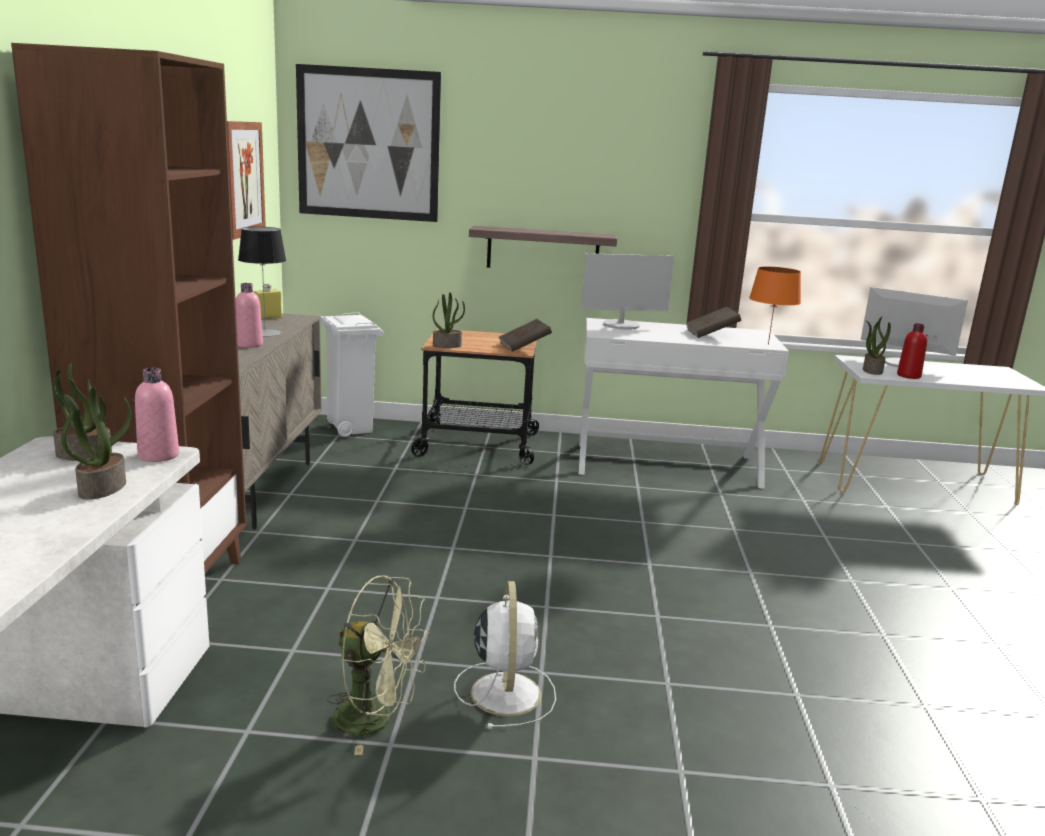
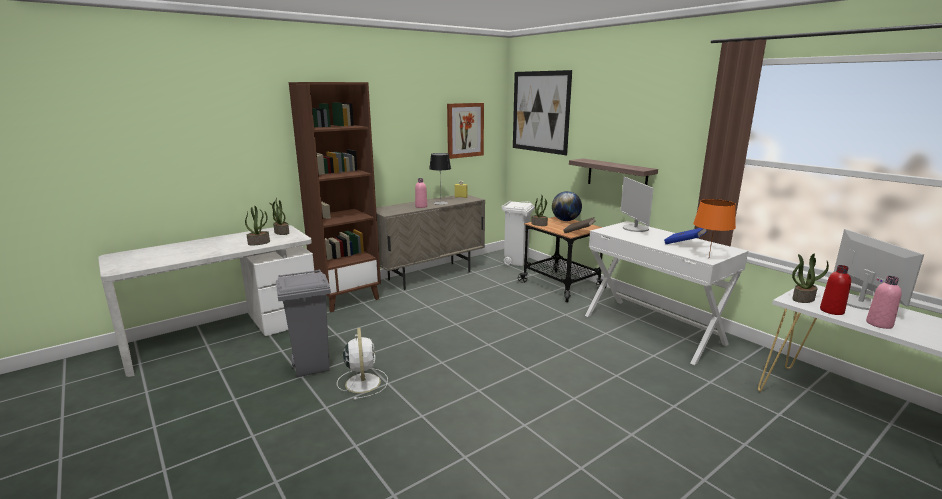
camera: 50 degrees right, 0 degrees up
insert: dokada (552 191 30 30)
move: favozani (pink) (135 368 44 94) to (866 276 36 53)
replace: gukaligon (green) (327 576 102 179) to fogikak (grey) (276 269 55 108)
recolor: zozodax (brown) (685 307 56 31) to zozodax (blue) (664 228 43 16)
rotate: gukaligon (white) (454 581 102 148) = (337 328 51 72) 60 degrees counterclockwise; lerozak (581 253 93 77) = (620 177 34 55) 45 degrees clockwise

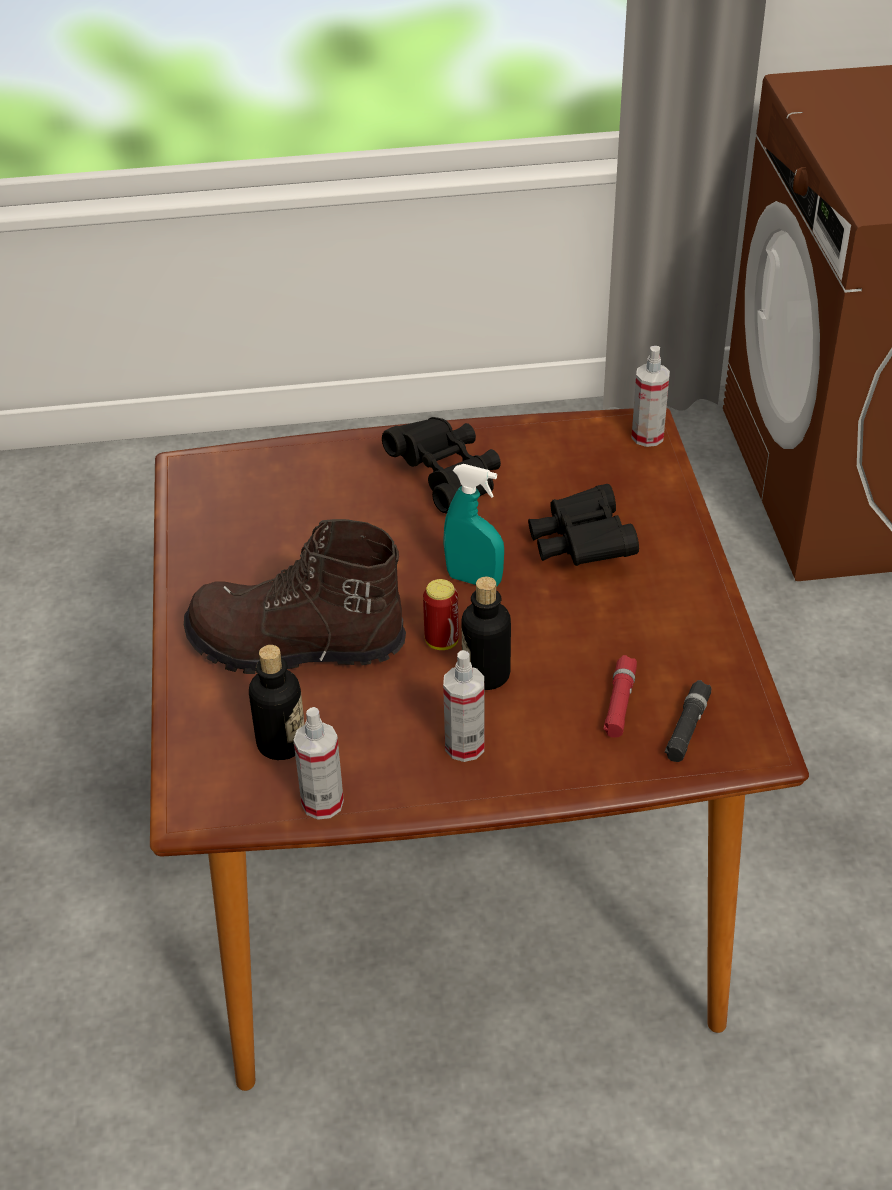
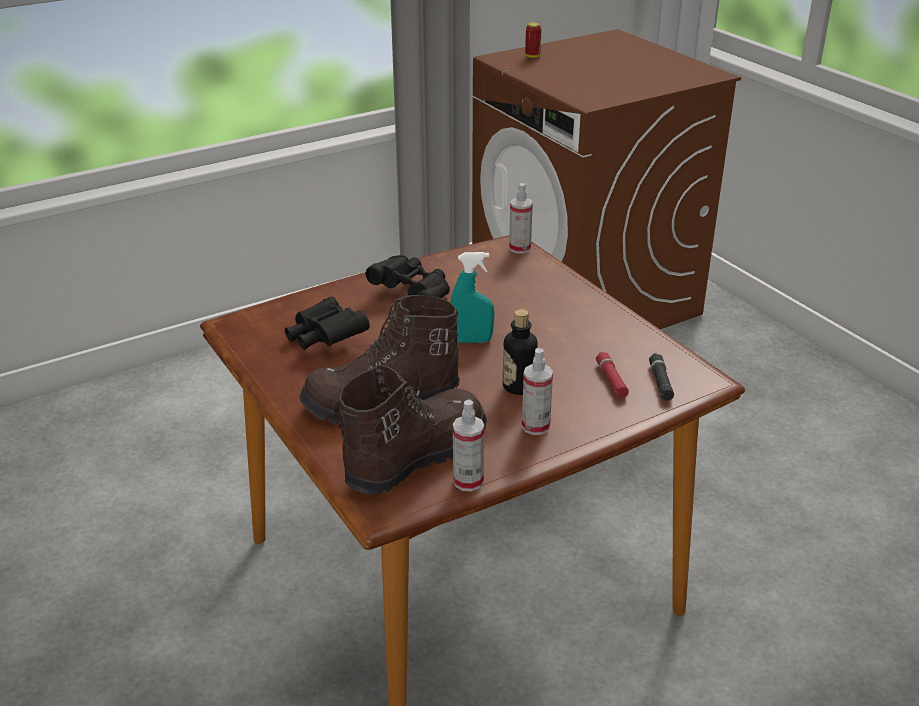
camera: 25 degrees left, 10 degrees down
move: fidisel (423 579 36 71) to (525 22 17 36); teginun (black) (528 484 111 82) to (285 296 85 54)
replace: favozani (249 645 56 115) to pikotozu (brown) (333 365 154 129)

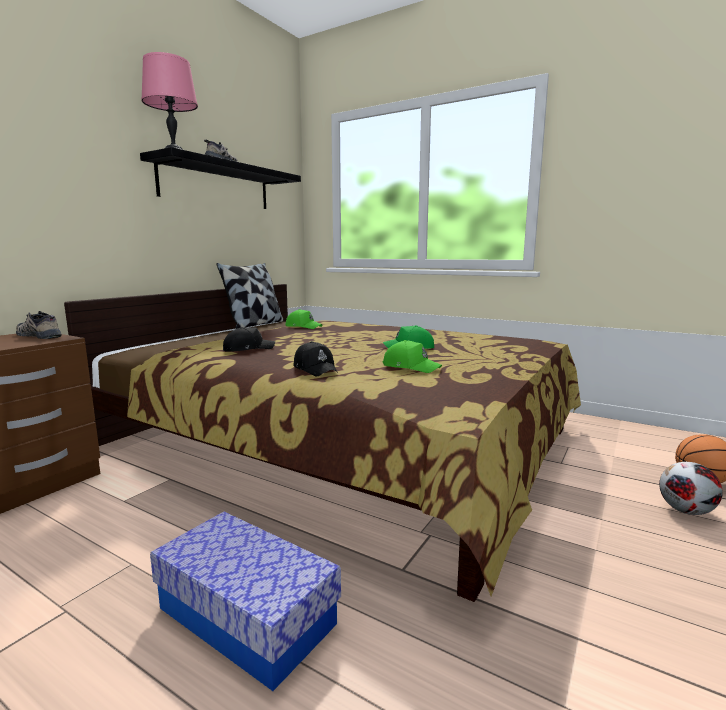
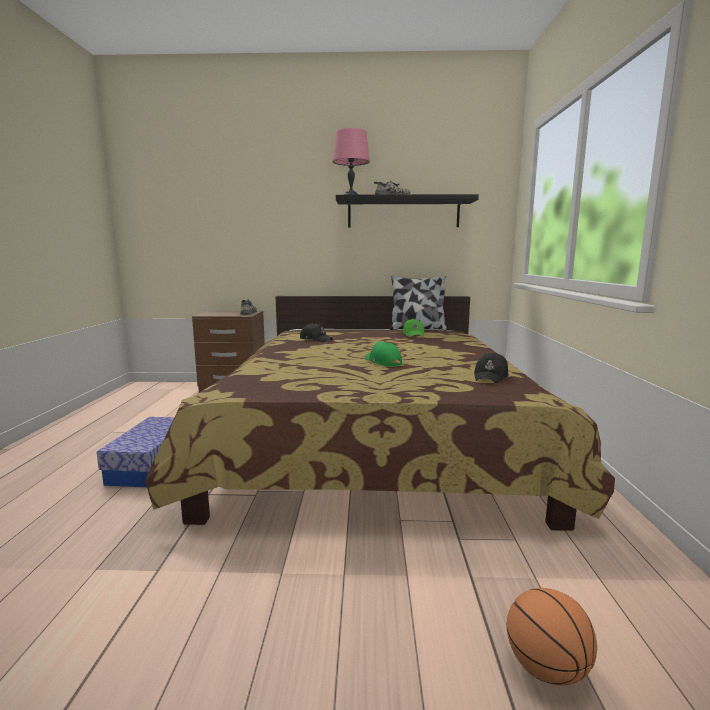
camera: 60 degrees right, 0 degrees up
delete: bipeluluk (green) (383 340 59 33); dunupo (659 462 64 53)
move: bipeluluk (black) (293 341 45 35) to (474 352 34 31)

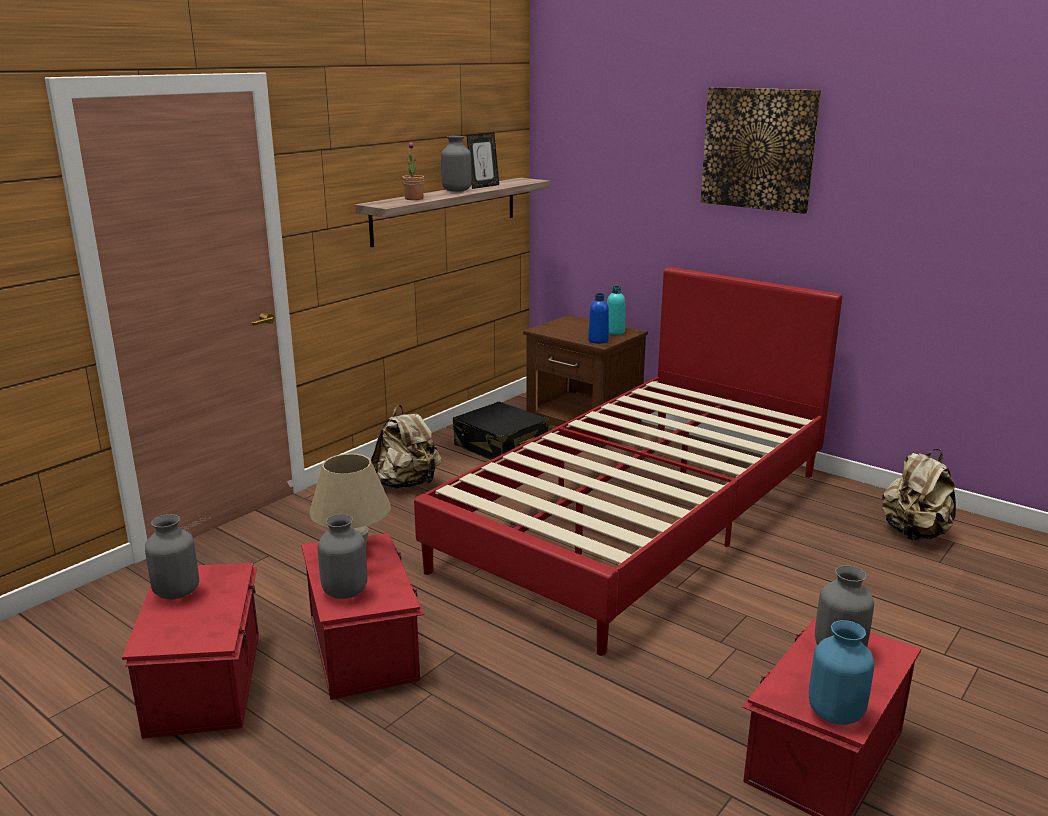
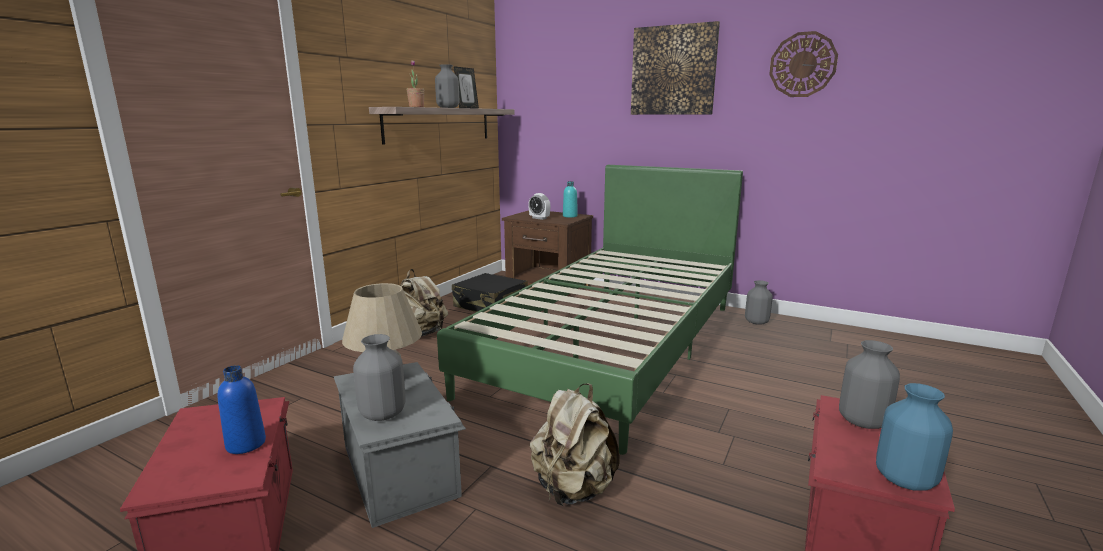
camera: 10 degrees left, 5 degrees down
insert: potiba (528 193 22 27); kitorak (769 31 69 66)
move: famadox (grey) (145 514 54 85) to (745 280 28 45); favozani (blue) (588 293 21 51) to (217 365 49 89); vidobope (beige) (882 449 74 91) to (530 384 90 122)
recolor: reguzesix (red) (301 533 123 167) to reguzesix (grey) (334 362 132 166); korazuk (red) (414 267 429 389) to korazuk (green) (437 165 306 290)

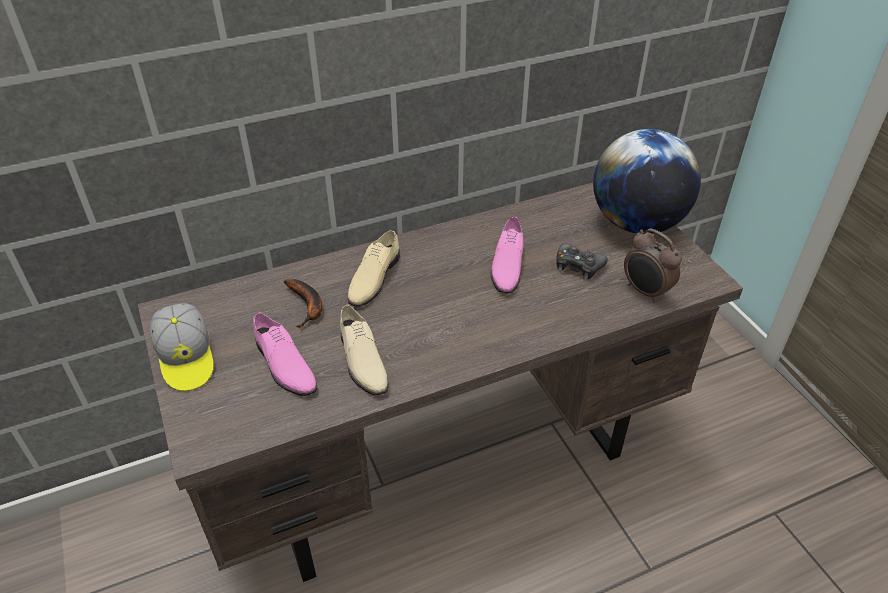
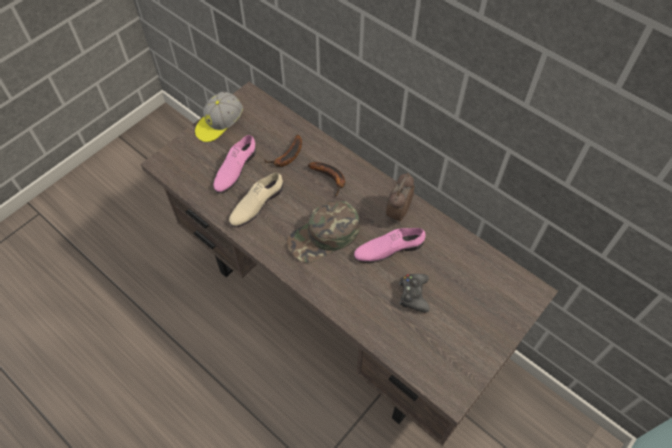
camera: 65 degrees right, 15 degrees up
delete: dokada (593 129 108 105)
insert: bipeluluk (green) (287 201 73 62)
move: potiba (624 229 58 74) to (386 173 28 49)
replace: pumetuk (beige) (348 230 52 77) to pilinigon (308 162 37 34)

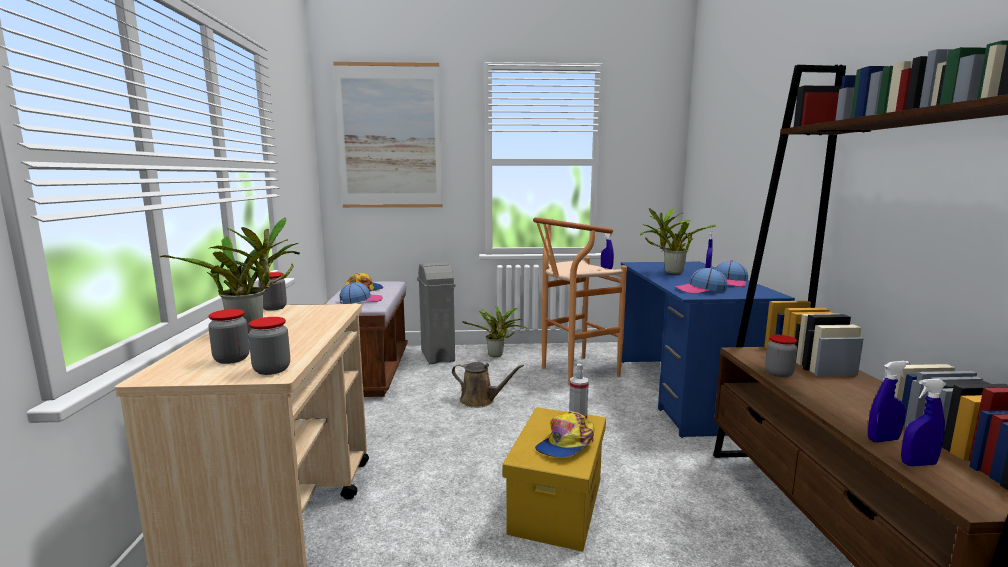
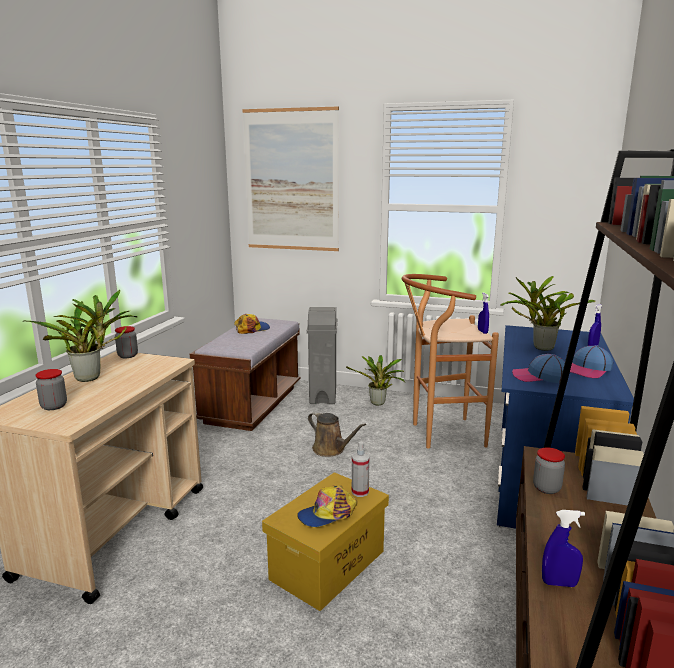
camera: 20 degrees right, 5 degrees up
delete: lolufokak (248 317 42 58); bipeluluk (339 282 44 22); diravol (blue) (901 379 46 88)

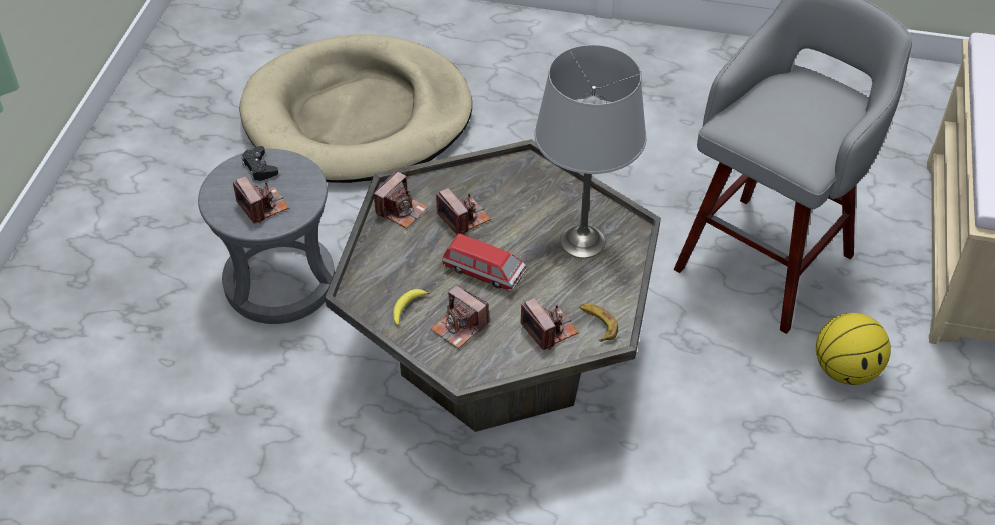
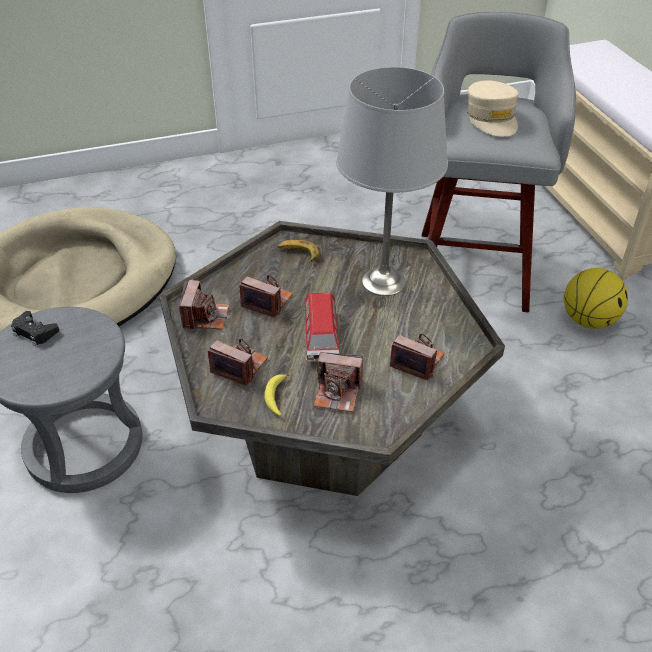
camera: 30 degrees left, 5 degrees down
insert: bipeluluk (beige) (467 80 52 57)
move: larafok (233 176 56 48) to (208 338 60 48); pilinigon (580 304 38 38) to (278 240 42 22)
rotate: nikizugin (442 233 84 58) = (303 293 39 69) 90 degrees clockwise

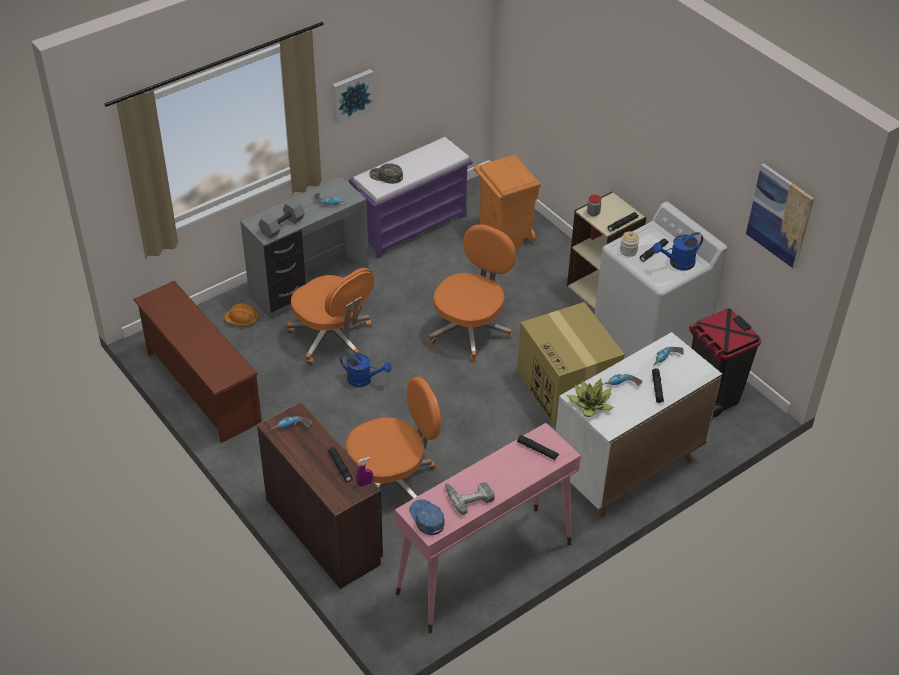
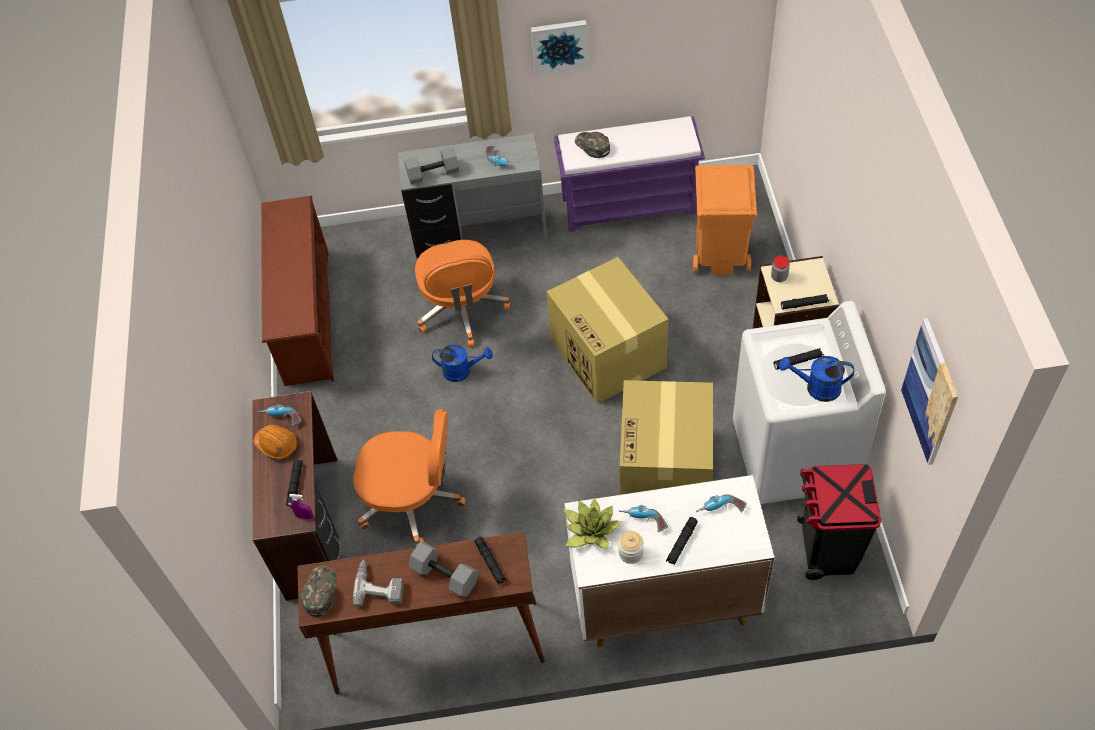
camera: 35 degrees right, 10 degrees up
insert: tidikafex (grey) (409 542 70 55)
move: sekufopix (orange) (224 303 34 23) to (254 425 44 34); lolufokak (620 231 19 26) to (618 531 26 33)
replace: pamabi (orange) (428 225 88 136) to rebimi (547 257 121 147)
recolor: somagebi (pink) (395 423 186 210) to somagebi (brown) (298 532 247 162); bipeluluk (blue) (409 499 36 36) to bipeluluk (green) (300 566 37 51)
rotate: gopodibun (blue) (340 353 52 34) = (432 345 61 37) 45 degrees counterclockwise

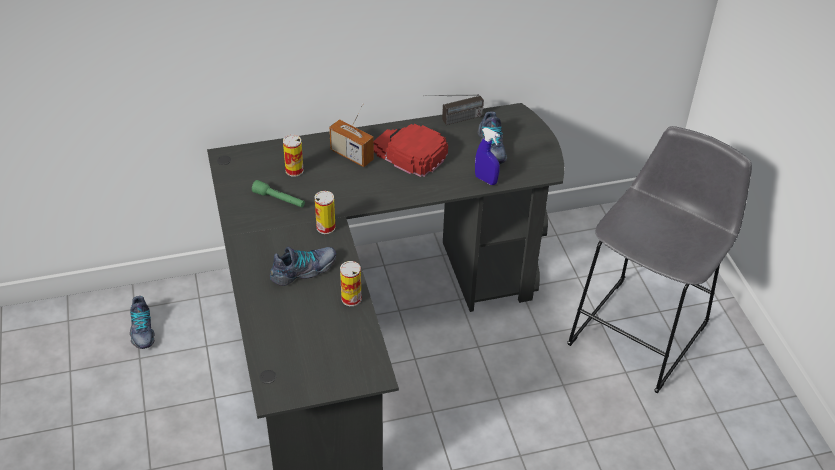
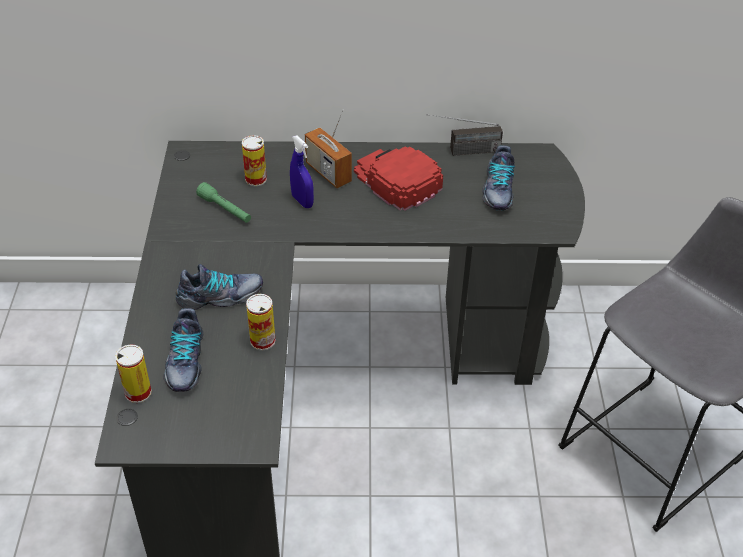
camera: 15 degrees right, 0 degrees up
move: pumetuk (130 296 25 53) to (163 308 40 84); fidisel (315 191 21 43) to (115 344 37 59); diravol (blue) (475 128 25 57) to (290 135 24 73)

